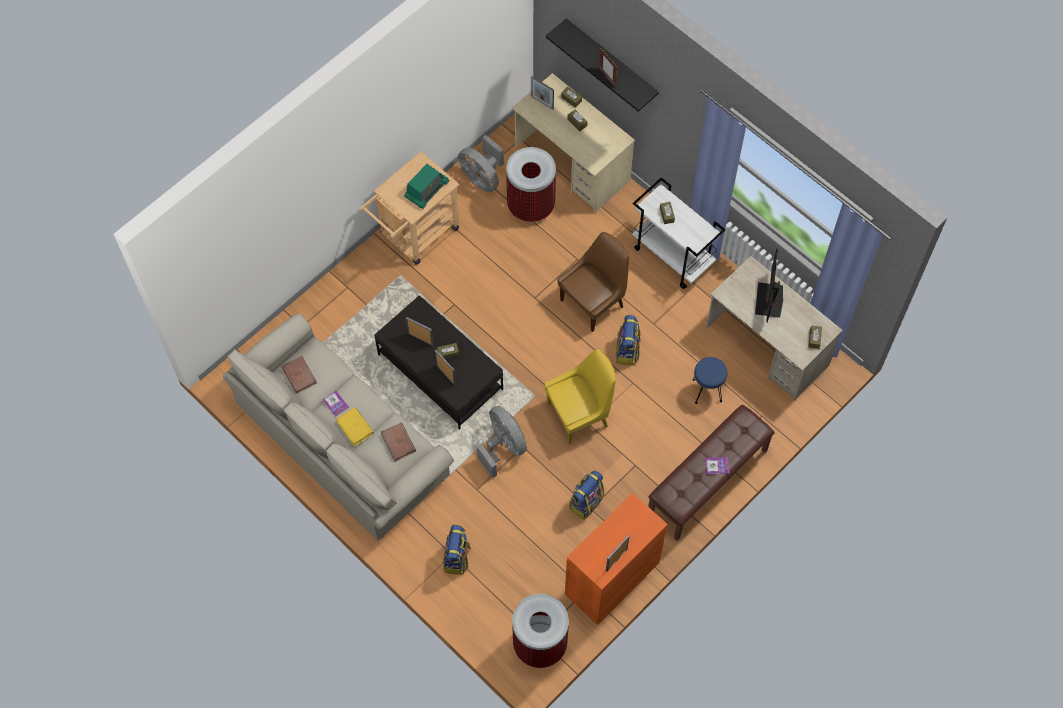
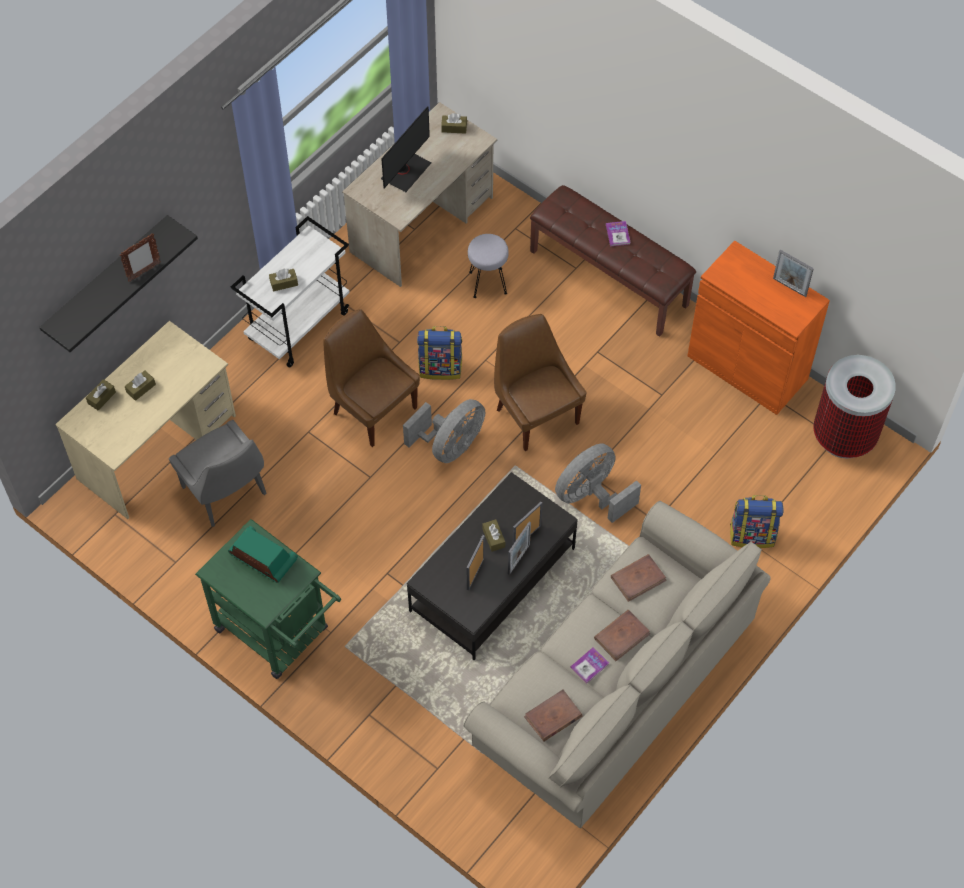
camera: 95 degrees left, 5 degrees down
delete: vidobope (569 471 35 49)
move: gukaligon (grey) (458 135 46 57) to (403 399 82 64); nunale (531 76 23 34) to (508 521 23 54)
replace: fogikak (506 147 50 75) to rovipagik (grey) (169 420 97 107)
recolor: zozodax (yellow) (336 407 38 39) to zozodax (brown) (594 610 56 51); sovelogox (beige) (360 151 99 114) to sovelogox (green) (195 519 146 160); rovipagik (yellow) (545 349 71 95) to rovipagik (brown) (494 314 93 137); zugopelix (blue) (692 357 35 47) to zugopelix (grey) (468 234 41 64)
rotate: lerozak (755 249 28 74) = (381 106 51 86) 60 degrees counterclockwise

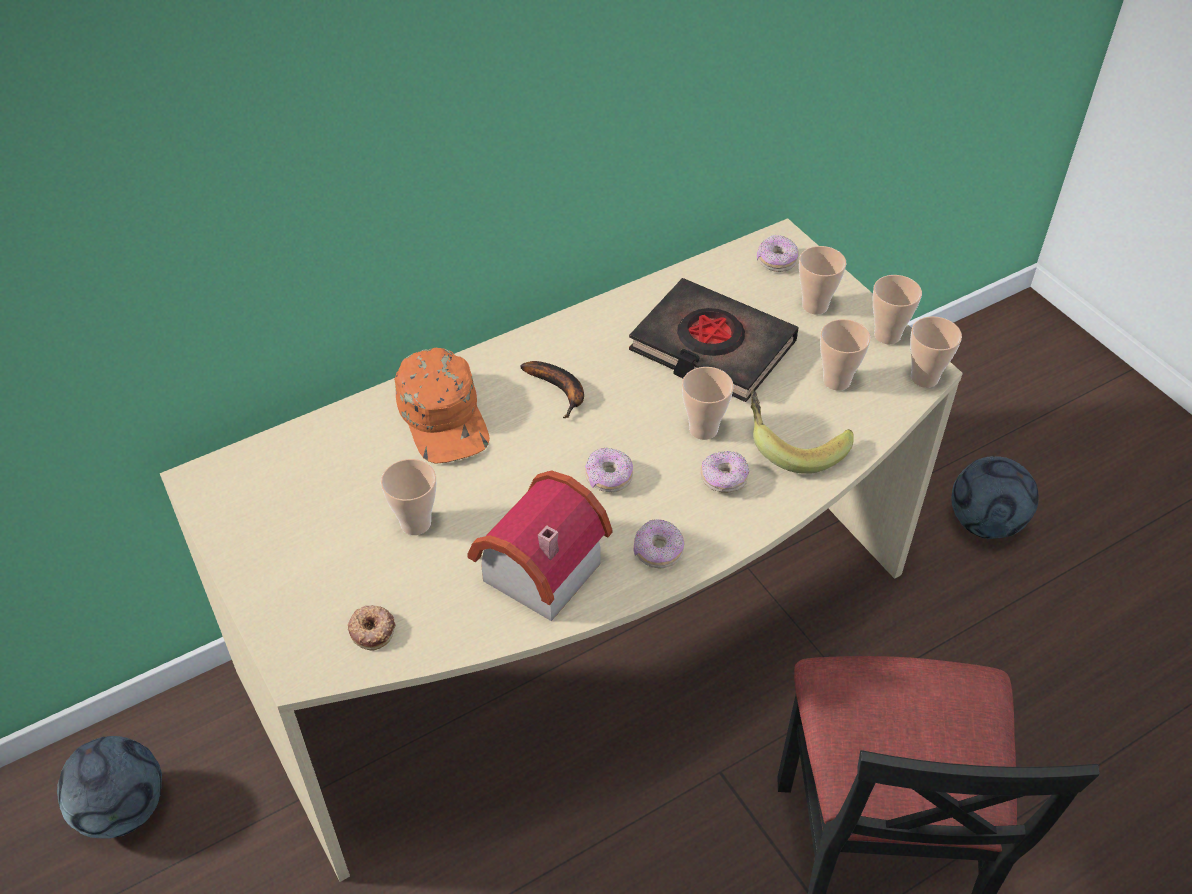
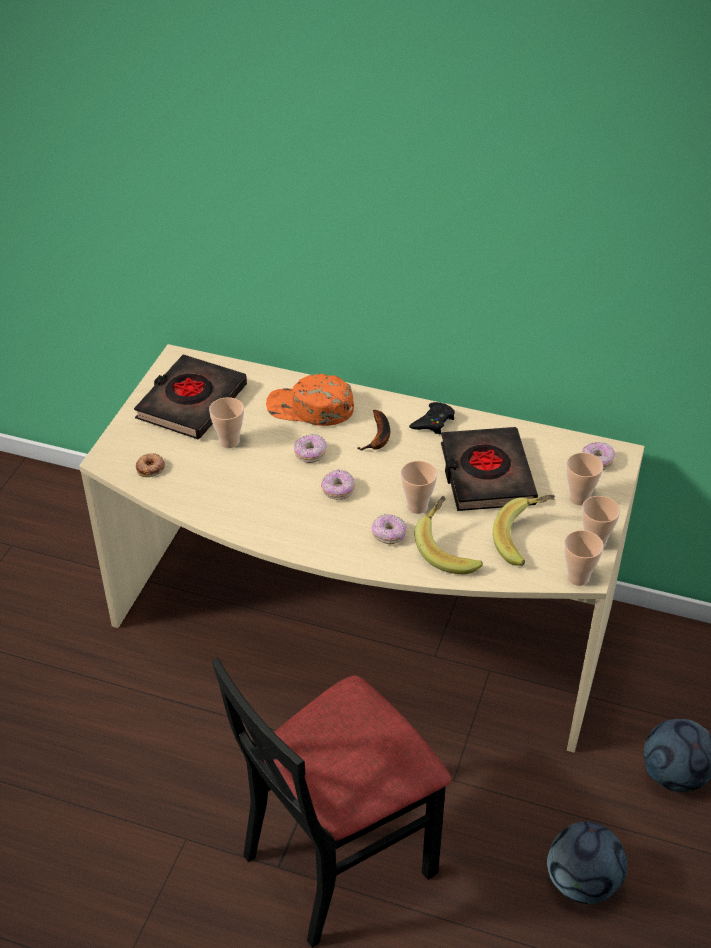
camera: 50 degrees right, 5 degrees down
delete: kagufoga (467 470 145 151)
insert: zozodax (black) (134 354 113 85); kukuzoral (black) (409 402 46 32)
move: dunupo (57 736 105 102) to (547 821 80 83); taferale (634 519 50 49) to (294 434 33 29)
replace: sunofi (820 319 51 72) to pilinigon (493 495 62 71)
rotate: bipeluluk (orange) (394 348 96 116) = (266 374 88 52) 75 degrees clockwise

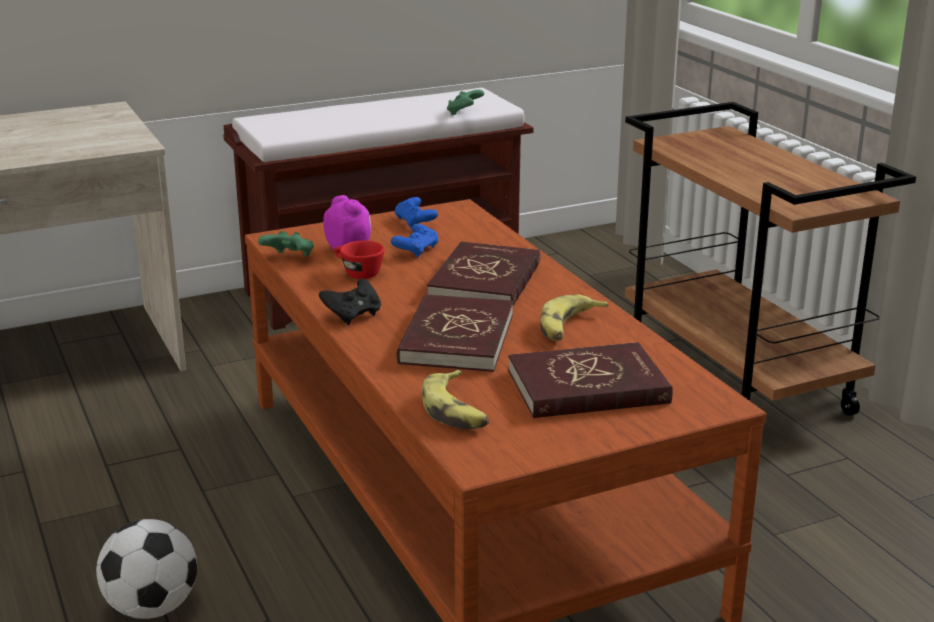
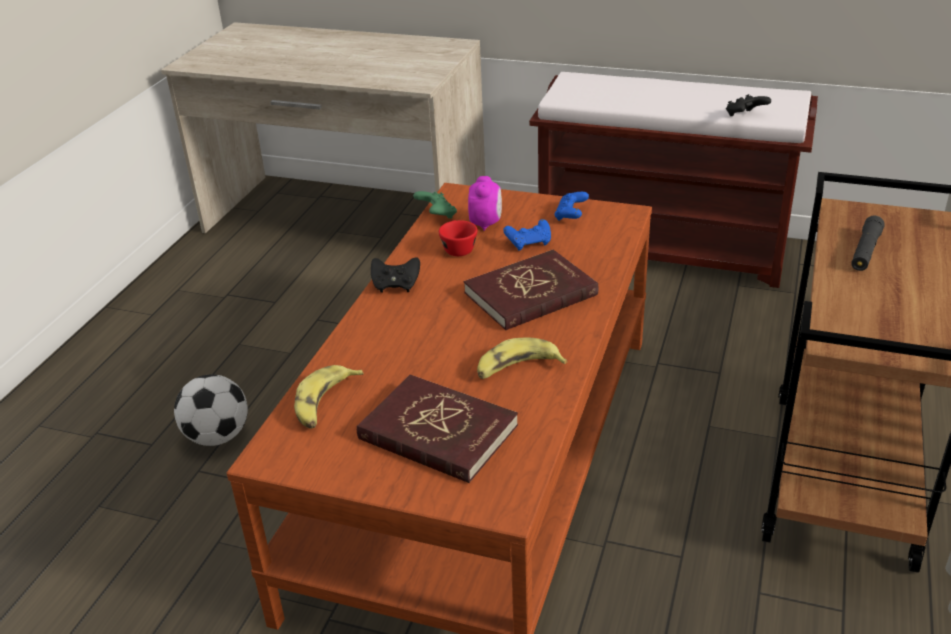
camera: 45 degrees right, 10 degrees up
delete: zozodax (red) (397 294 116 78)
insert: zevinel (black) (851 216 34 55)
recolor: kukuzoral (green) (447 90 37 25) to kukuzoral (black) (726 94 45 22)

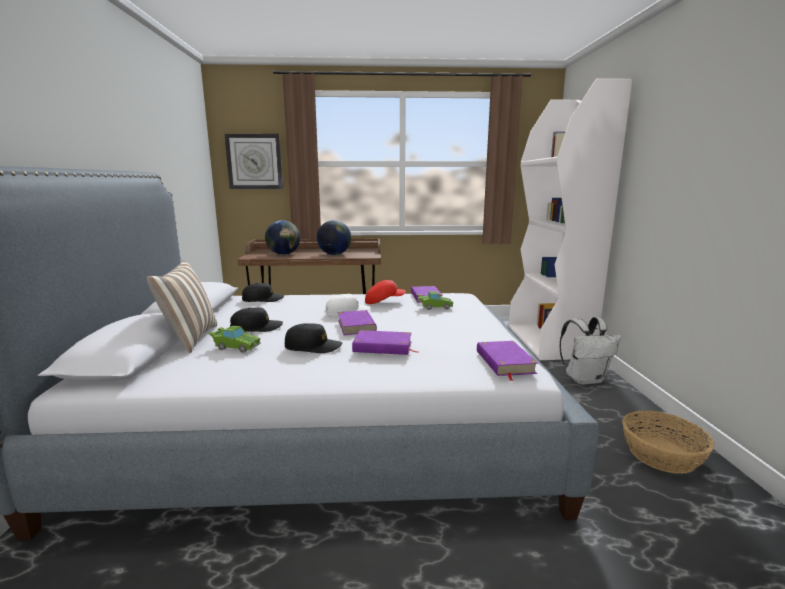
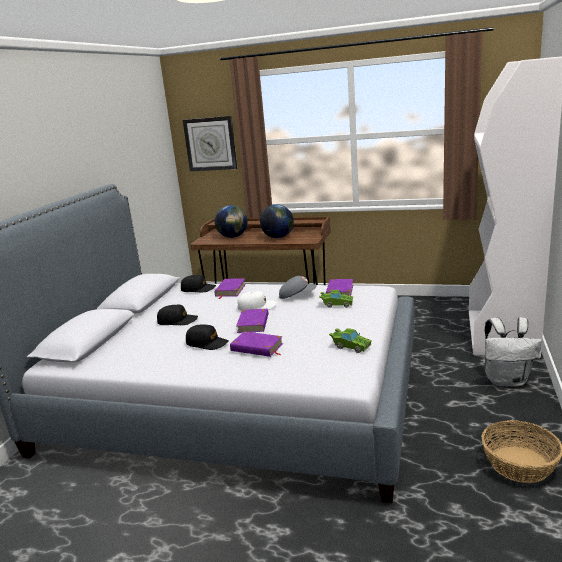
camera: 20 degrees right, 5 degrees up
delete: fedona (147 260 70 93)
move: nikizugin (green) (208 326 53 27) to (329 328 43 25); zozodax (purple) (477 341 61 40) to (215 278 31 21)
recolor: bipeluluk (red) (365 280 41 24) to bipeluluk (grey) (279 276 38 23)

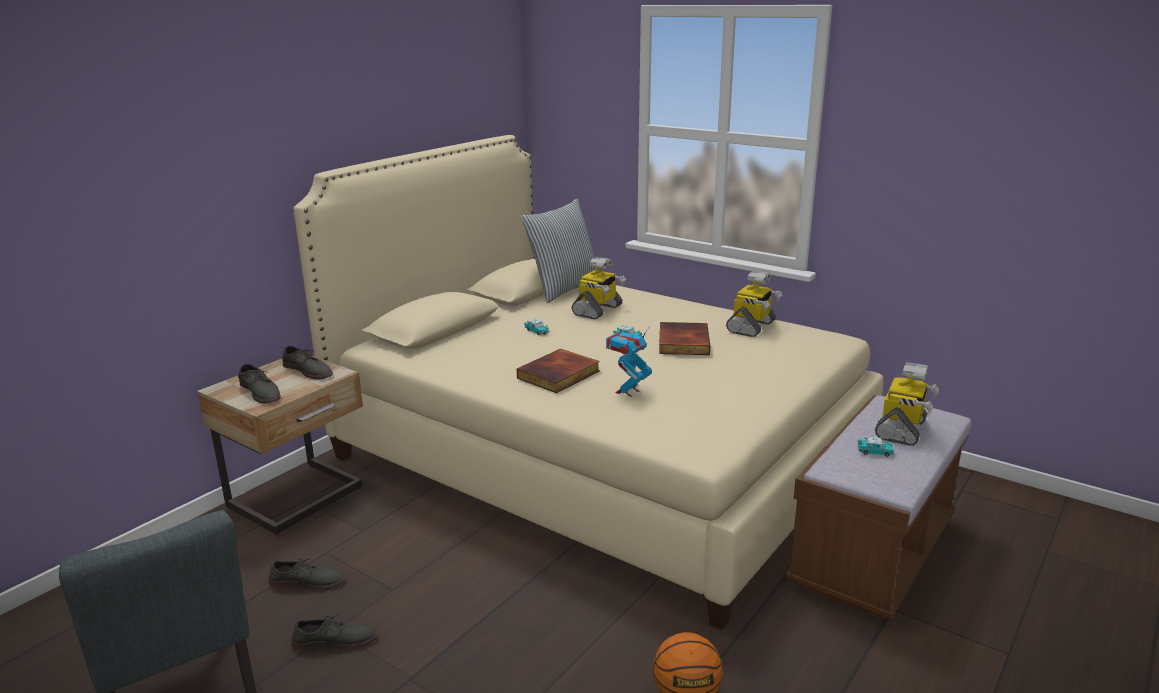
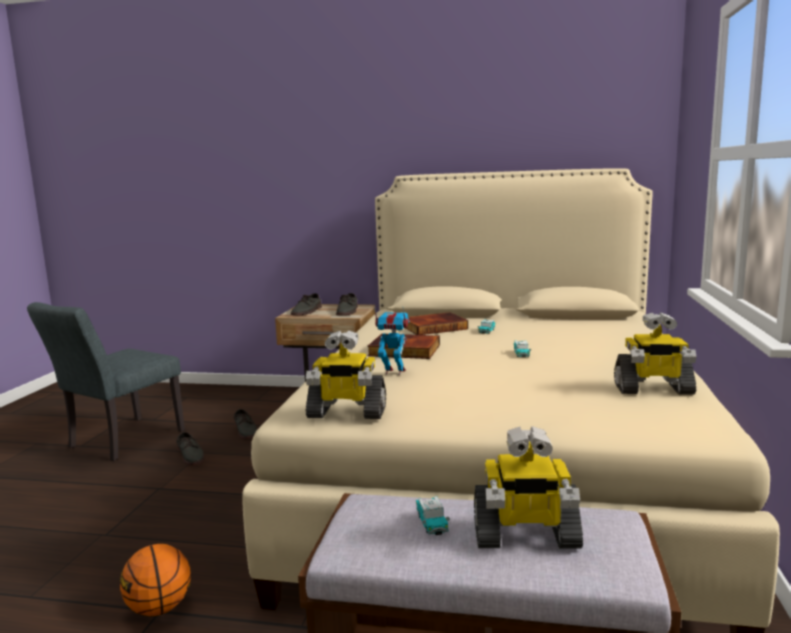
camera: 65 degrees right, 10 degrees down
delete: fedona (520 198 77 105)
move: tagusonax (572 257 54 62) to (306 330 80 89); zozodax (659 322 51 33) to (406 312 62 23)

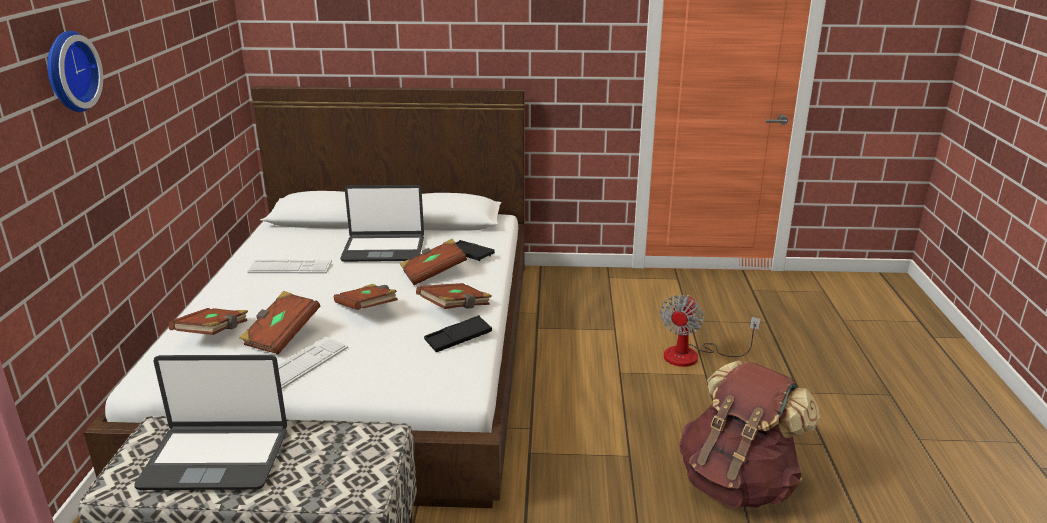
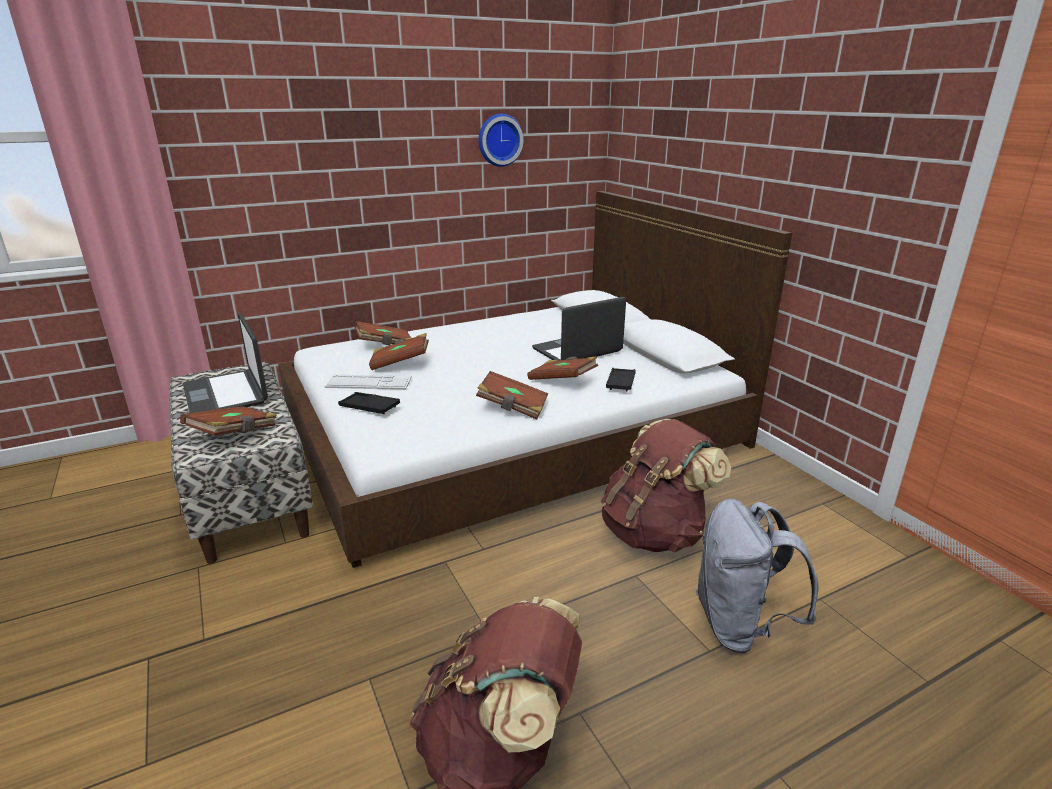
camera: 60 degrees right, 0 degrees up
delete: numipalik (247 260 85 13)
insert: vidobope (brown) (601 419 130 133)
move: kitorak (47 31 56 81) to (479 114 45 53); zozodax (brown) (334 284 64 26) to (180 406 97 30); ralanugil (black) (424 315 68 37) to (338 392 62 22)
replace: gukaligon (660 295 100 72) to vidobope (grey) (696 499 122 154)
rotate: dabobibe (340 185 84 77) = (532 297 94 63) 90 degrees clockwise

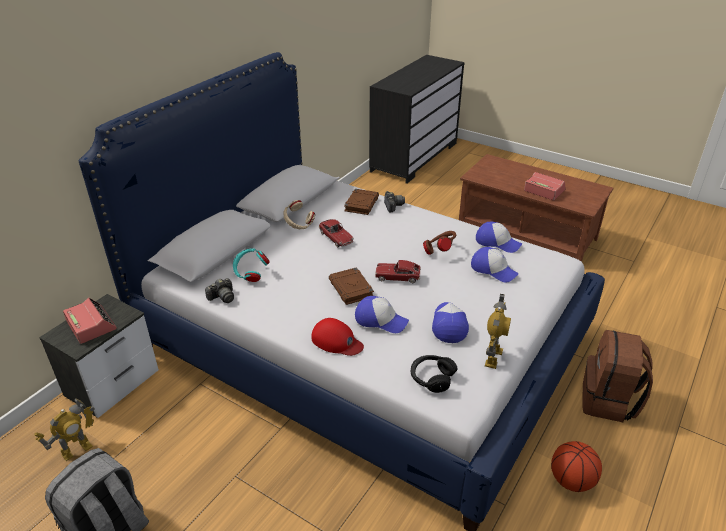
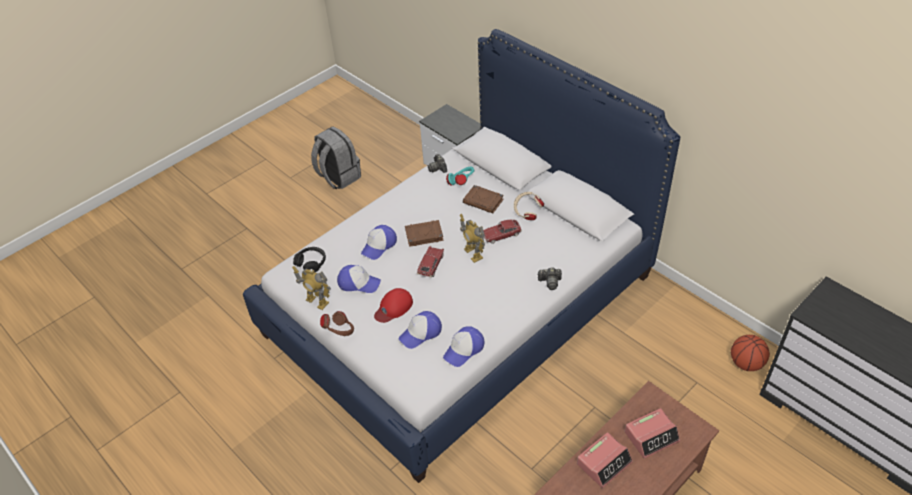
camera: 105 degrees right, 10 degrees up
delete: vidobope (brown) (582 330 71 92)
move: tagusonax (34 398 60 63) to (460 214 25 49); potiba (63 298 54 46) to (625 408 55 51); bipeluluk (red) (311 318 53 38) to (374 288 39 35); zozodax (brown) (344 189 35 26) to (463 185 41 28); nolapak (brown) (423 231 33 24) to (320 311 34 25); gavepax (551 441 51 51) to (731 335 39 36)

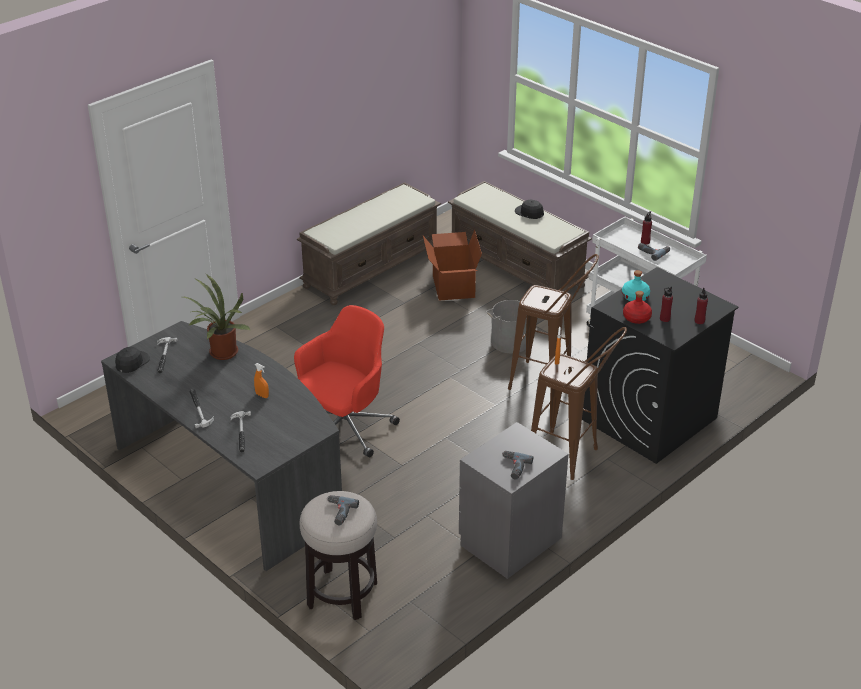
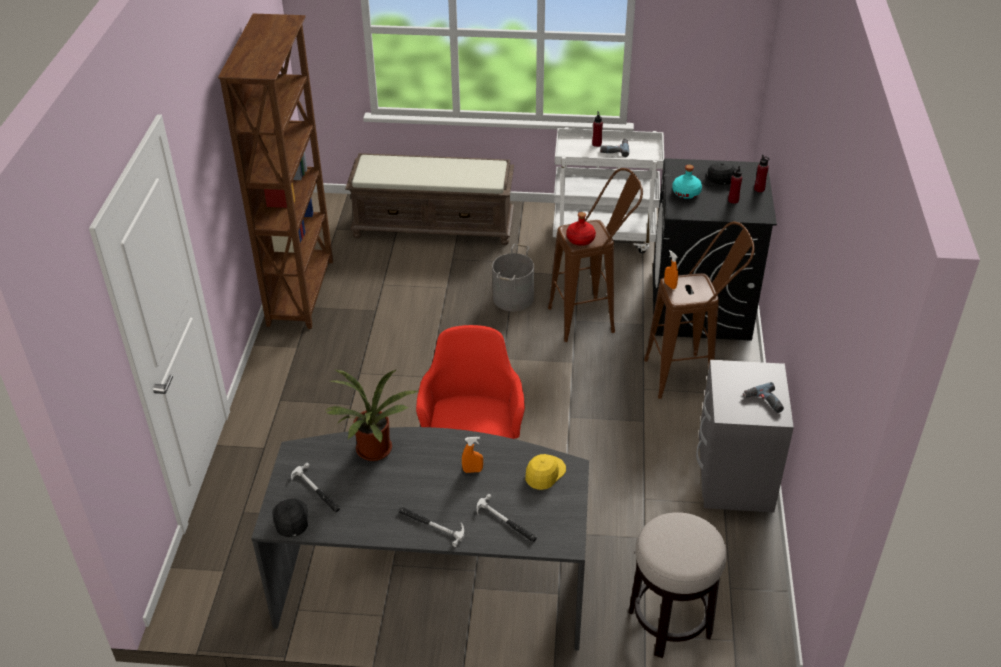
camera: 40 degrees left, 5 degrees up
delete: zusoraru (327 495 32 30); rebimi (423 230 59 70)
insert: bipeluluk (yellow) (525 454 41 36)
move: bipeluluk (black) (515 200 29 19) to (697 161 39 25); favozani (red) (623 291 29 33) to (566 212 30 34)
replace: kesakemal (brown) (297 182 144 123) to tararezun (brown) (218 14 115 315)

